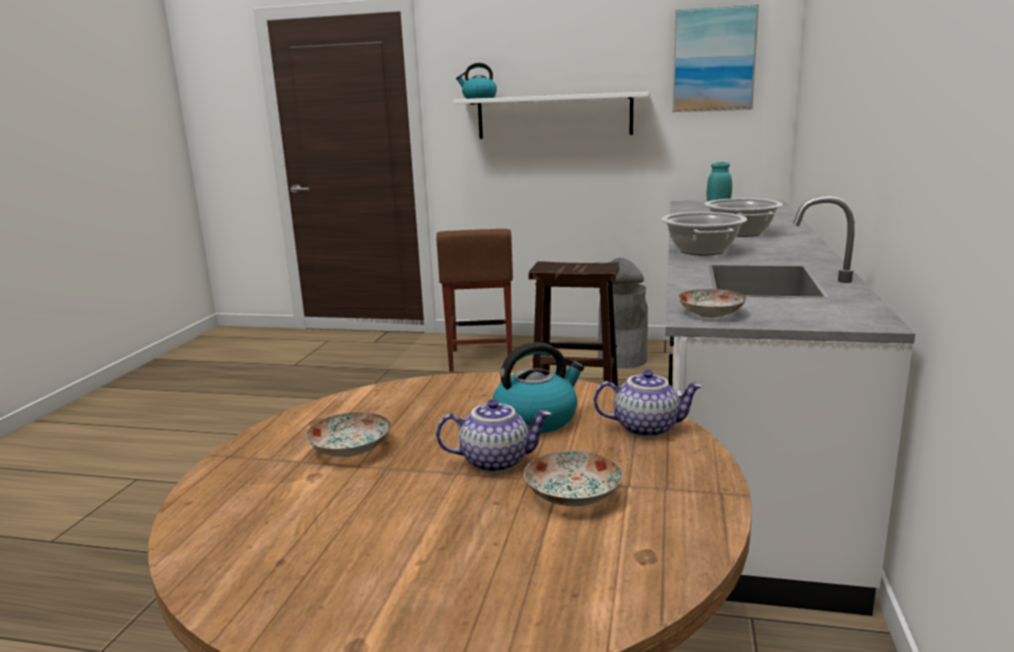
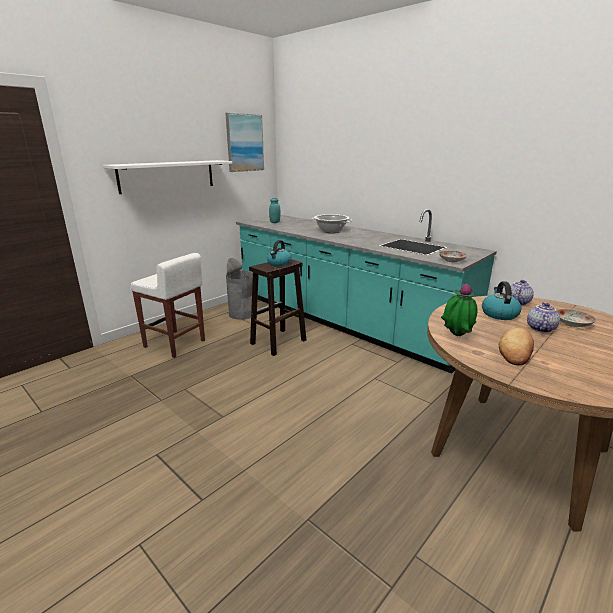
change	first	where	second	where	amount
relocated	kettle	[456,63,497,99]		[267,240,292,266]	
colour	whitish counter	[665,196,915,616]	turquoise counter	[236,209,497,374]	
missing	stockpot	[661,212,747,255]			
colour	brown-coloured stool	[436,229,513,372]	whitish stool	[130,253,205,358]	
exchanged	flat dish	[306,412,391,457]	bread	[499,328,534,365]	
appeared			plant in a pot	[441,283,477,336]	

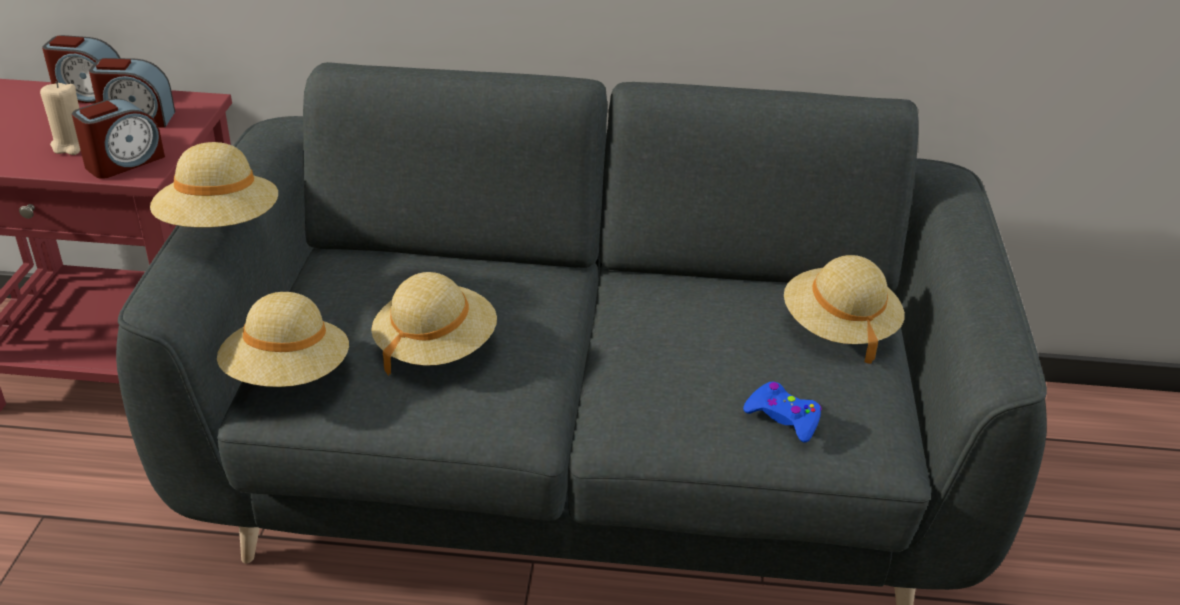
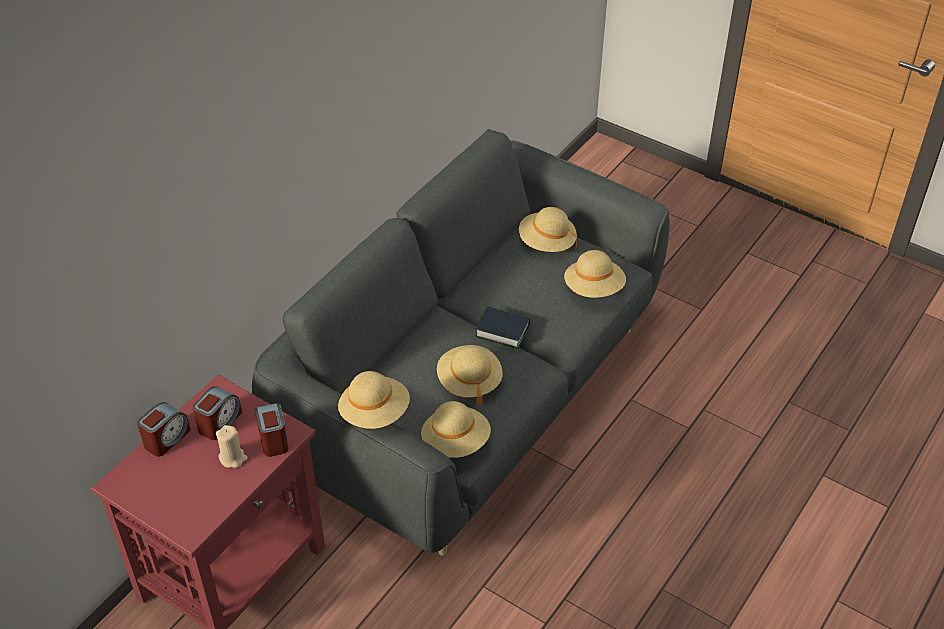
change	first	where	second	where	amount
exchanged	blue joypad	[743,382,822,443]	beige-coloured clothing hat	[564,250,626,298]	
appeared			book	[475,306,530,349]	

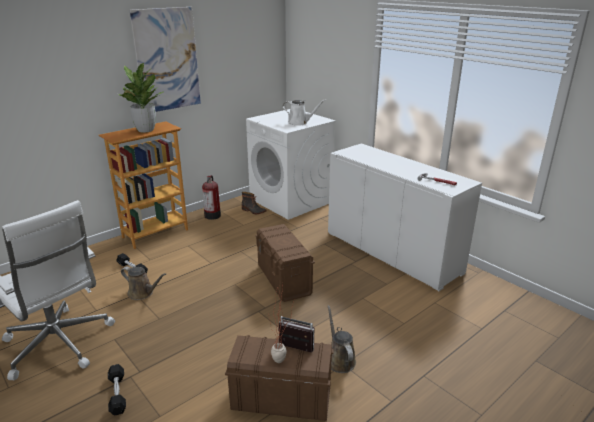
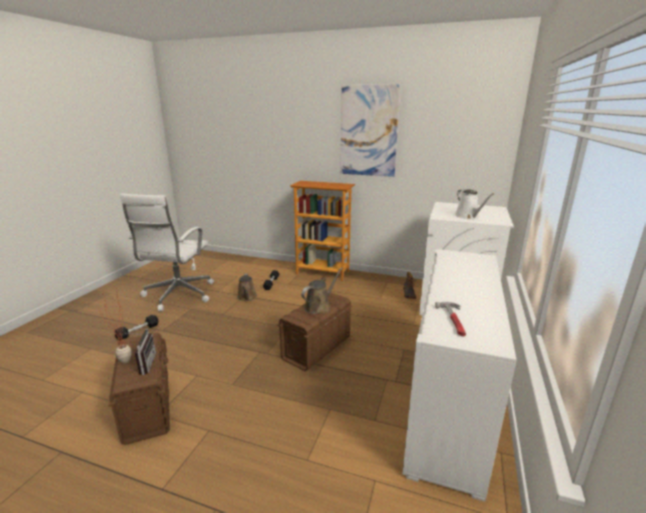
change	first	where	second	where	amount
missing	plant in a pot	[118,63,163,133]			
missing	fire extinguisher	[202,175,221,220]			
relocated	brown-coloured watering can	[328,305,356,373]		[301,267,343,314]	

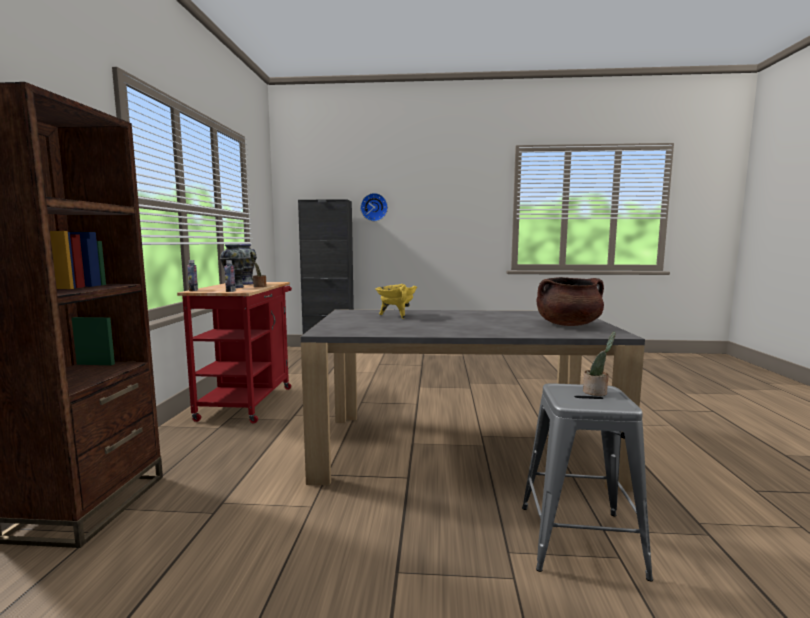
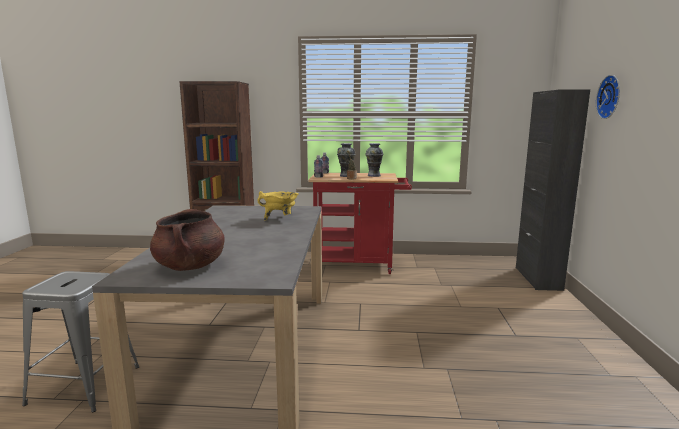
change	first	where	second	where	amount
missing	plant in a pot	[583,331,616,396]			

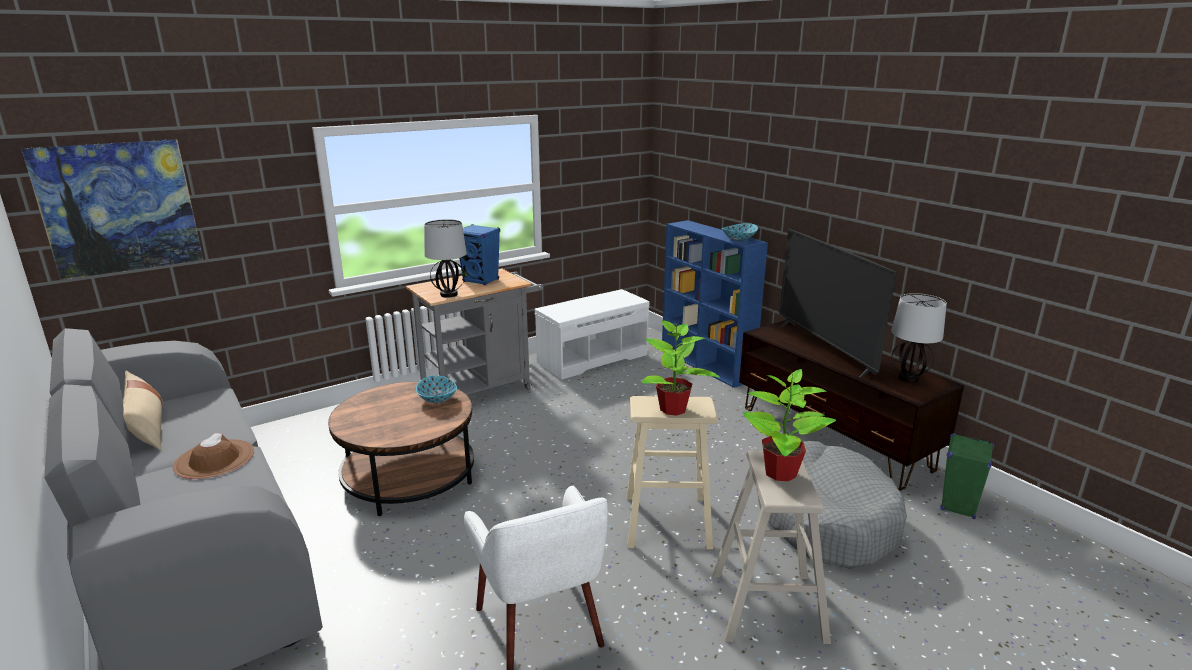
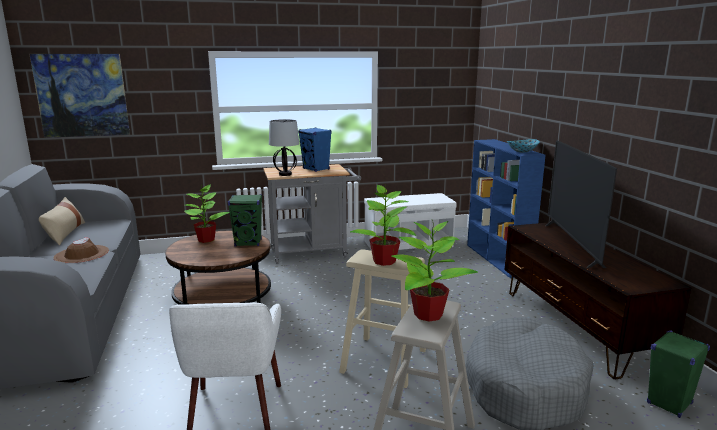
change	first	where	second	where	amount
missing	lamp for a table	[891,293,947,383]			
exchanged	deep dish	[416,375,457,403]	green speaker	[228,194,262,246]	
appeared			plant in a pot	[184,184,230,243]	

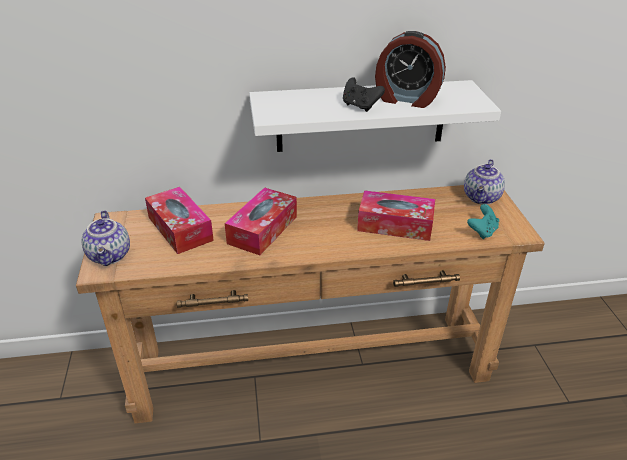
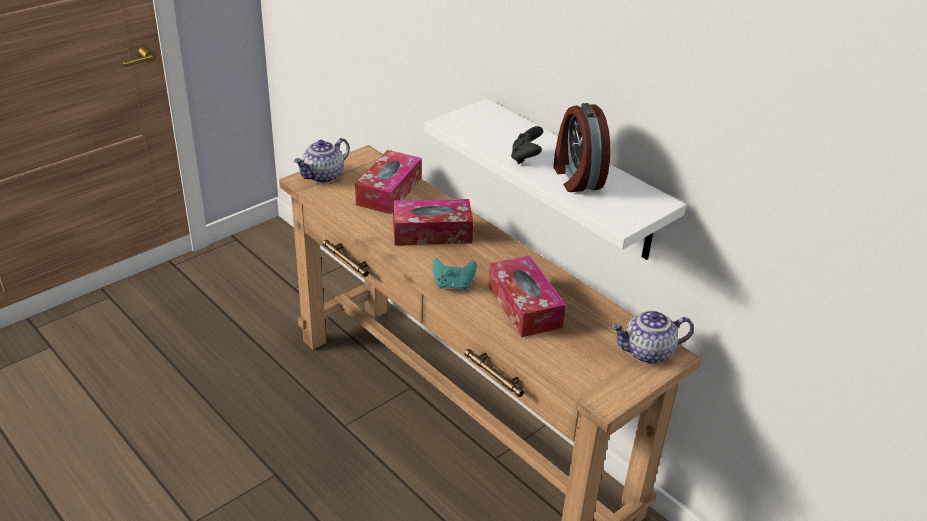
change	first	where	second	where	amount
relocated	turquoise joypad	[467,204,499,239]		[432,258,477,290]	

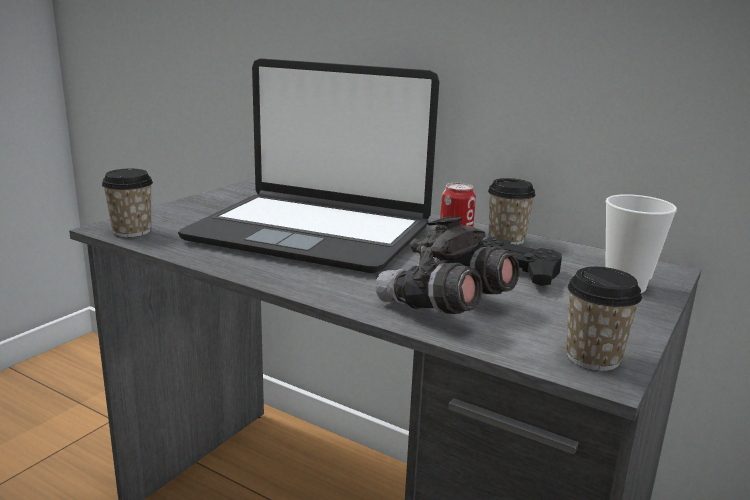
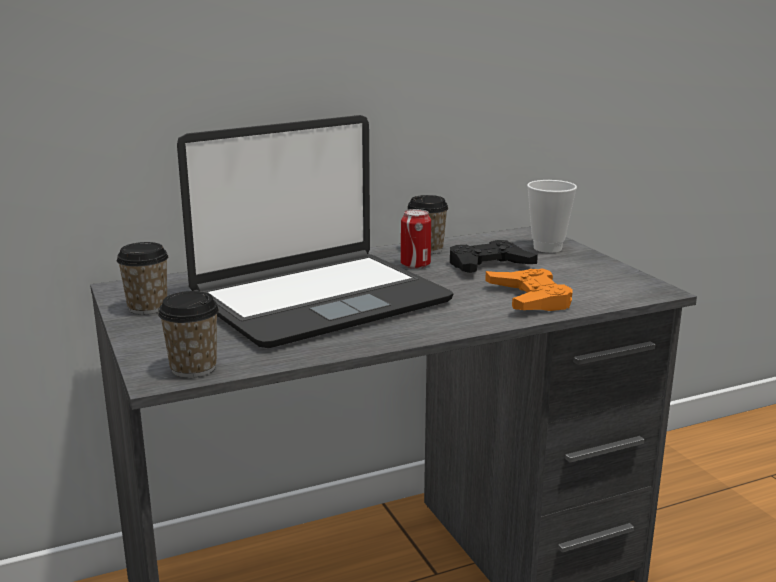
change	first	where	second	where	amount
exchanged	grey binoculars	[376,217,520,314]	orange joypad	[485,268,573,311]	
relocated	drinking cup	[566,267,642,371]		[117,242,168,315]	

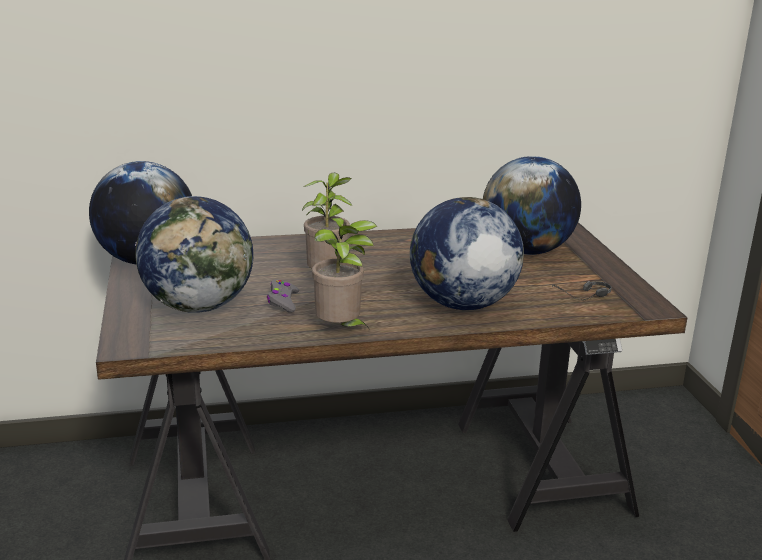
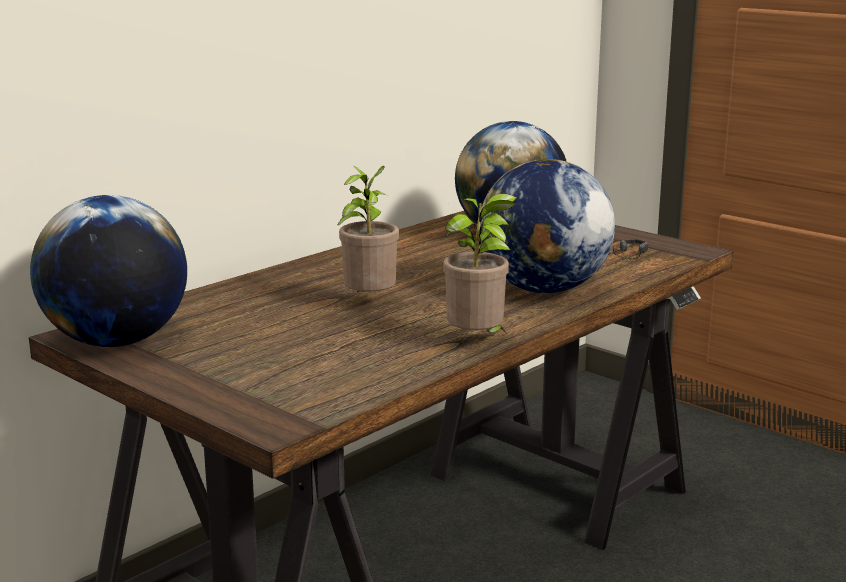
change	first	where	second	where	amount
missing	globe	[135,196,254,313]			
missing	grey joypad	[267,279,299,313]			

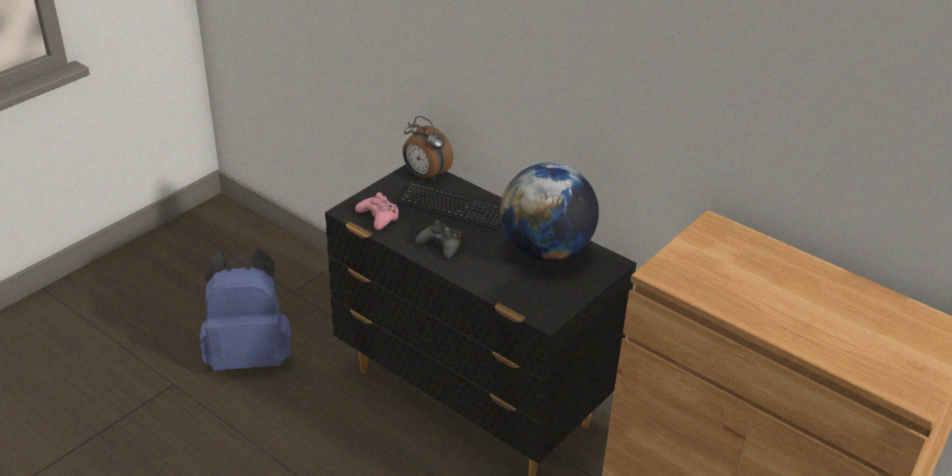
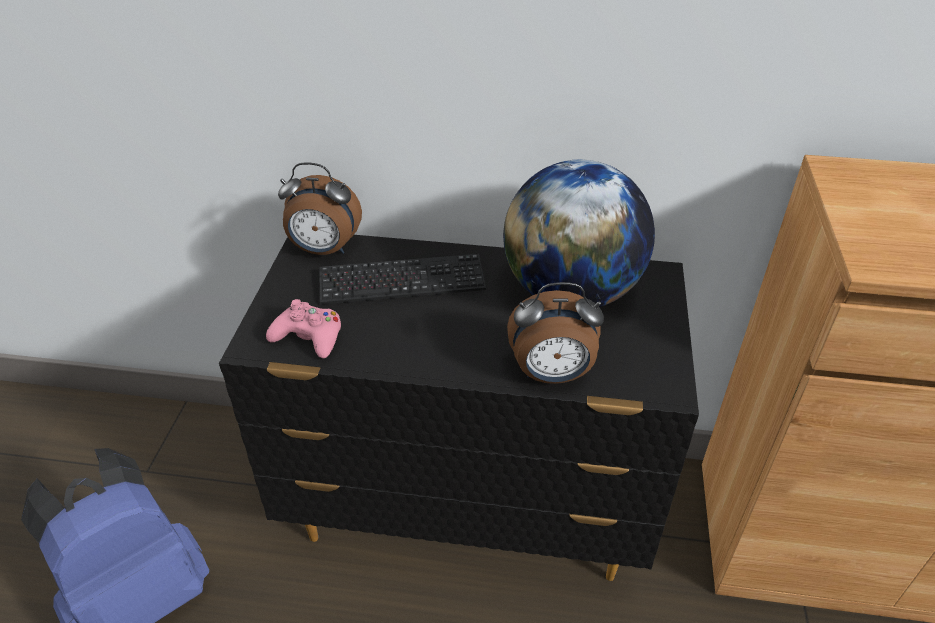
change	first	where	second	where	amount
missing	black joypad	[416,220,463,258]			
appeared			table clock	[507,282,604,384]	

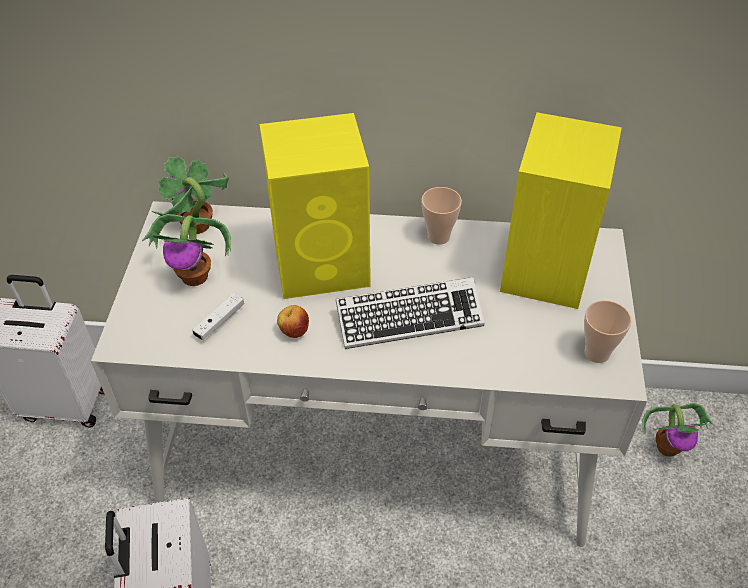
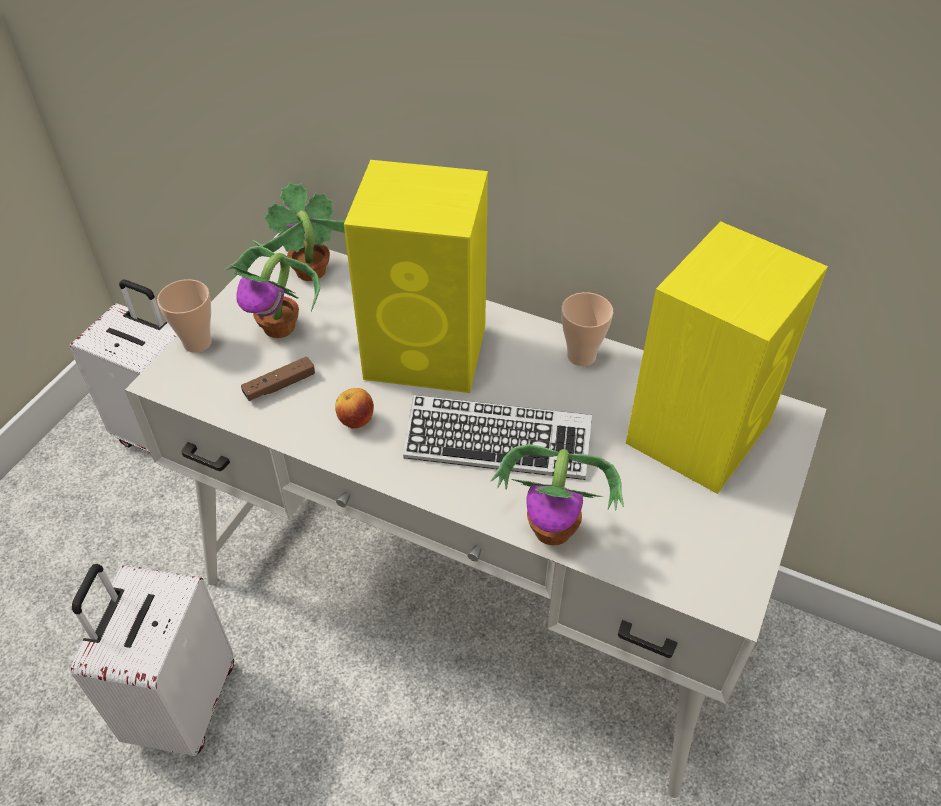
change	first	where	second	where	amount
colour	whitish joypad	[192,293,244,340]	brown-coloured joypad	[241,356,315,401]	
relocated	drinking cup	[584,300,632,363]		[157,279,212,353]	
relocated	plant in a pot	[642,403,714,457]		[491,444,624,545]	

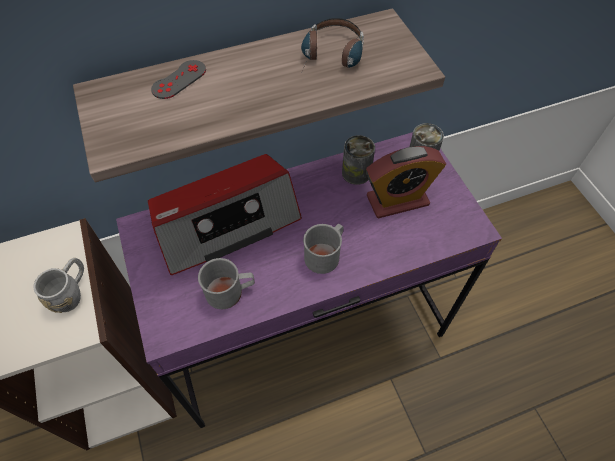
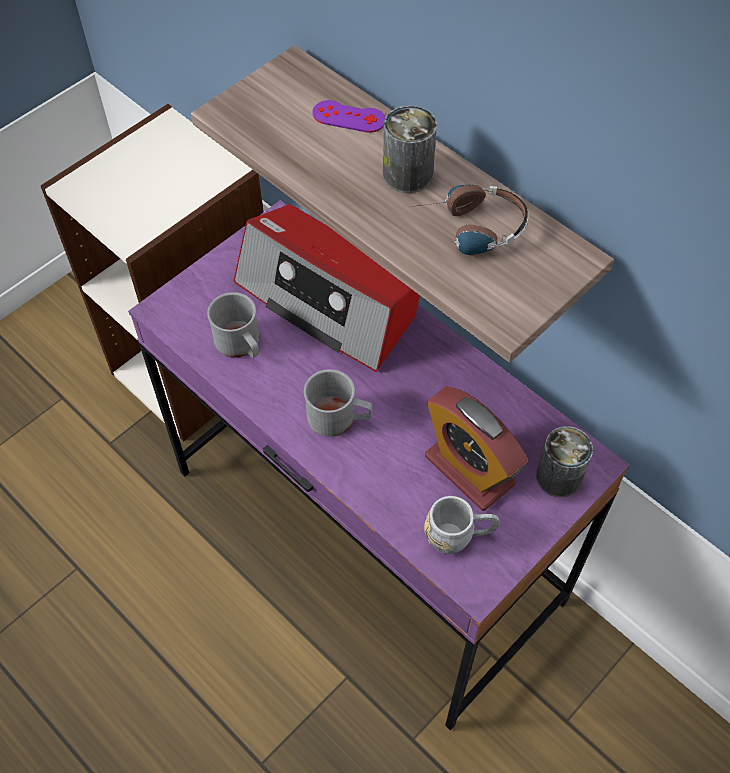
change	first	where	second	where	amount
colour	grey joypad	[151,60,206,99]	purple-coloured joypad	[312,100,386,133]	
relocated	can	[342,135,375,185]		[383,106,437,193]	
relocated	grey tea mug	[33,258,84,313]		[424,496,500,554]	

